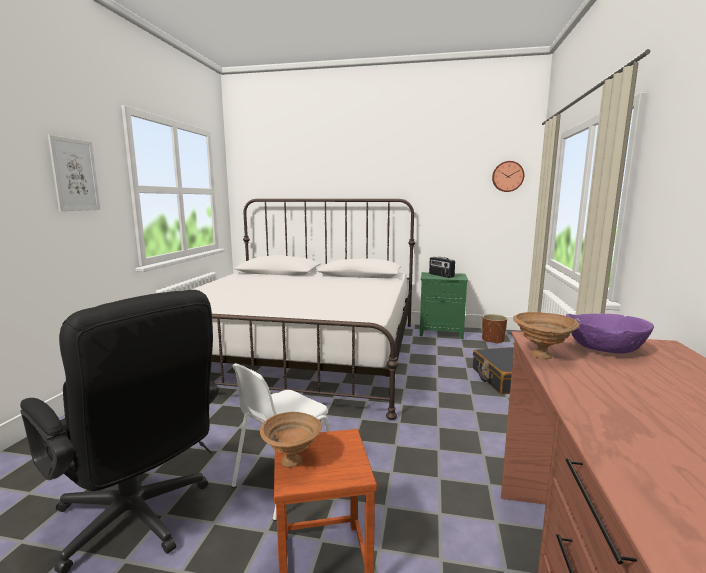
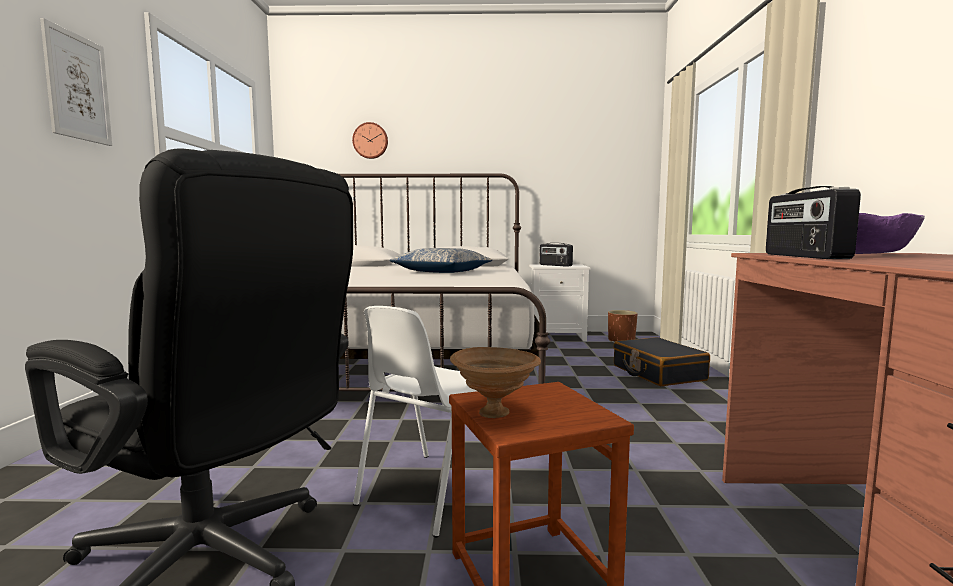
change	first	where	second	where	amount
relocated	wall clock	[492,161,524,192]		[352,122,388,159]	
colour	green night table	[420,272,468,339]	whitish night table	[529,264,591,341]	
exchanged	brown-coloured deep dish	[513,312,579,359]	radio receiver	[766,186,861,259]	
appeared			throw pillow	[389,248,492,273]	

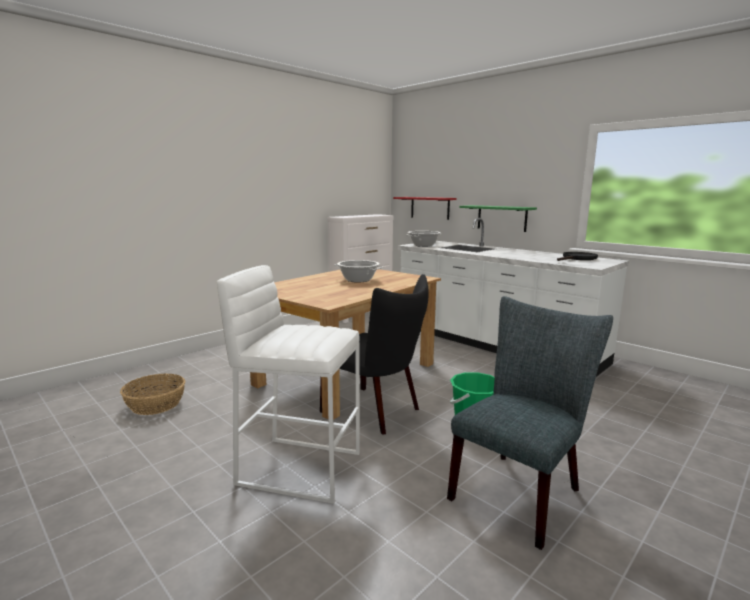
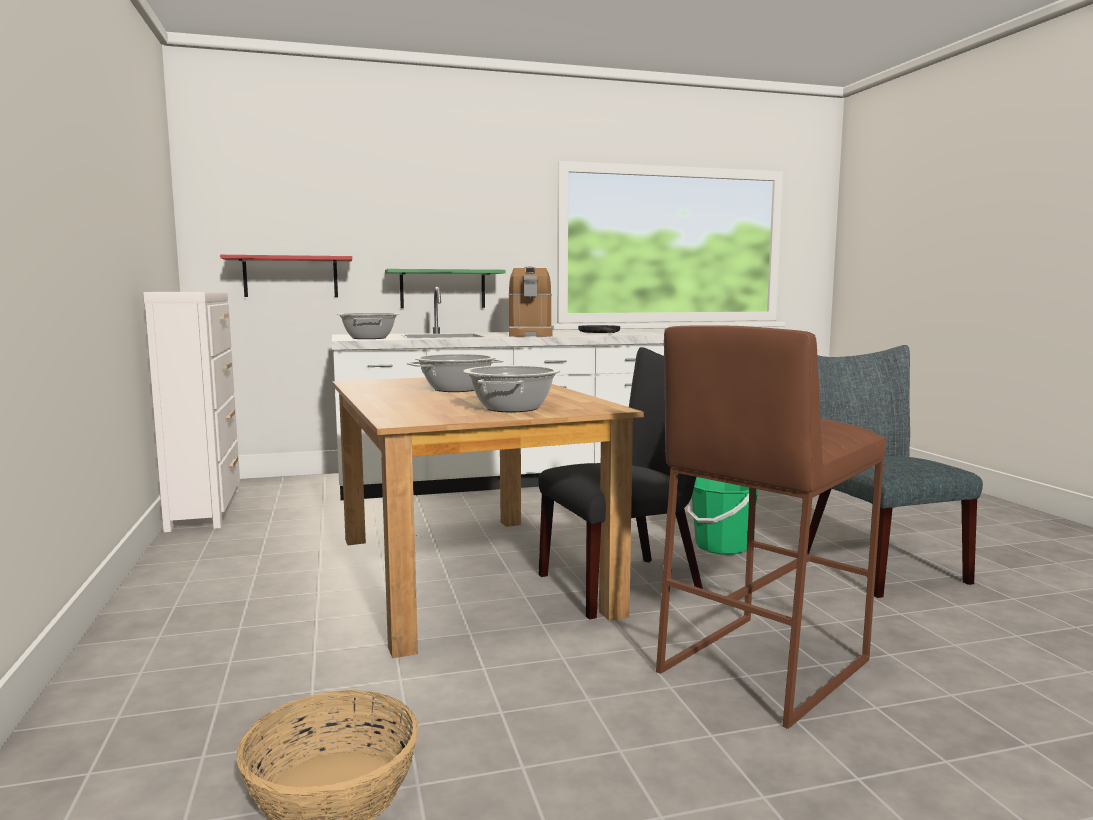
change	first	where	second	where	amount
colour	whitish stool	[217,265,360,504]	brown-coloured stool	[656,325,886,729]	
appeared			coffee brewer	[509,266,553,337]	
appeared			stockpot	[463,365,560,412]	

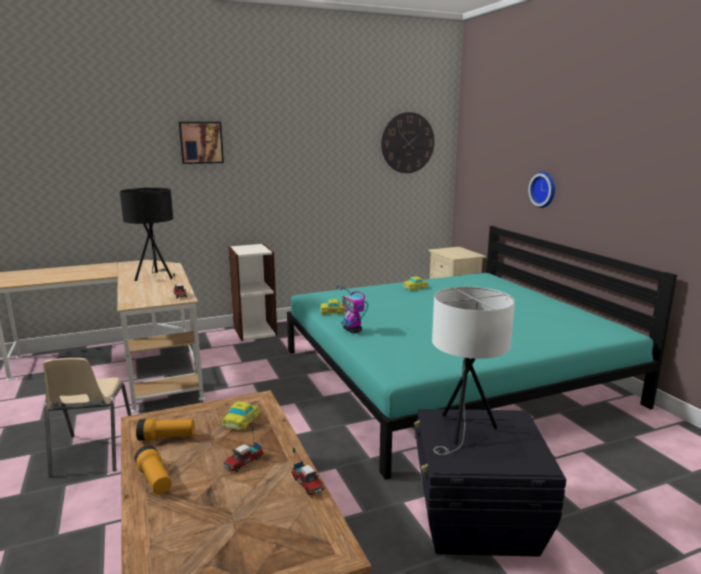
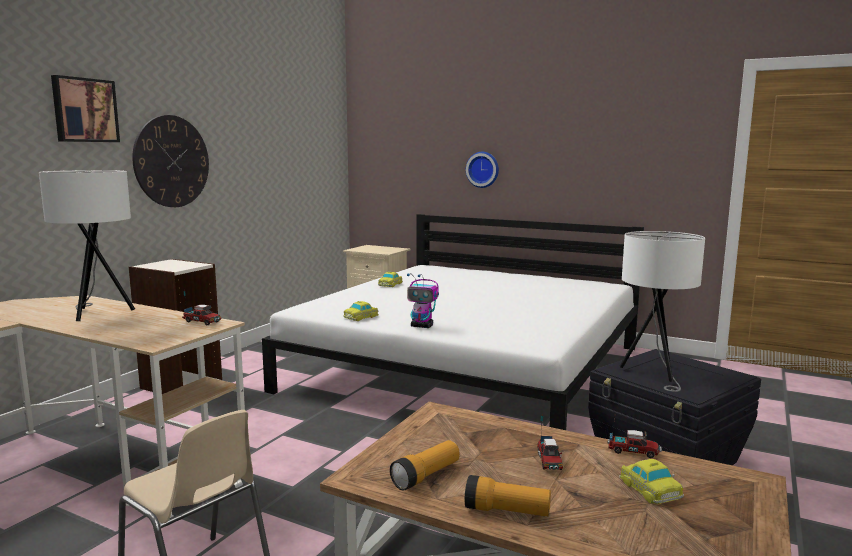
change	first	where	second	where	amount
relocated	wall clock	[381,112,435,173]		[132,115,209,207]	
colour	black lamp for a table	[120,188,173,281]	whitish lamp for a table	[39,170,135,321]	
colour	turquoise bedroom bed	[287,226,677,480]	whitish bedroom bed	[262,214,644,430]	
relocated	model car	[222,402,260,430]		[619,459,684,504]	

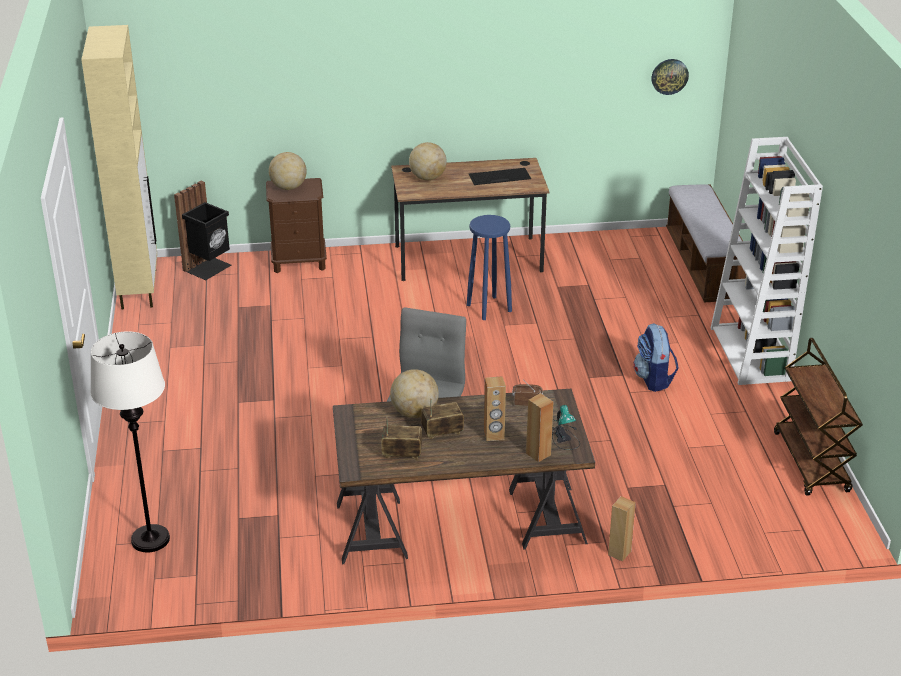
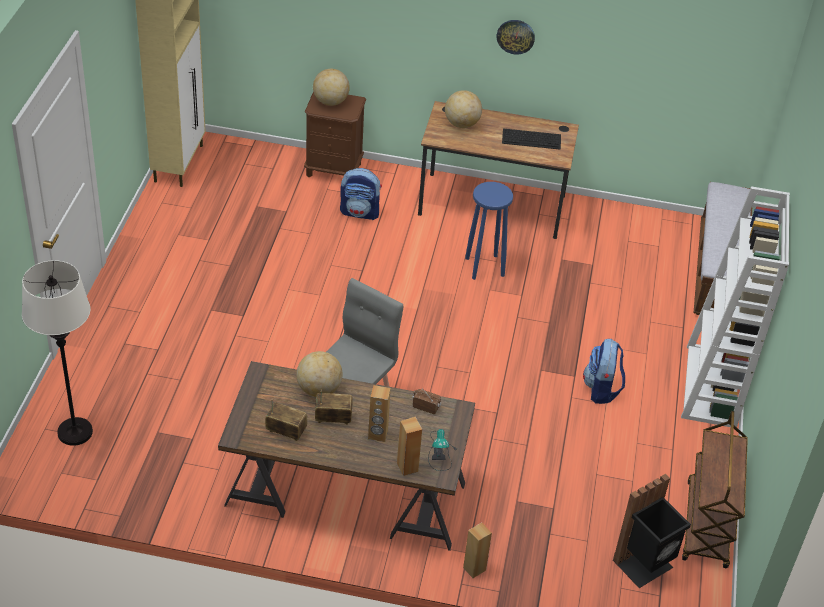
change	first	where	second	where	amount
relocated	wall clock	[652,59,689,95]		[497,20,535,54]	
relocated	black trash can	[174,181,231,280]		[613,474,691,588]	
appeared			knapsack	[340,168,382,220]	

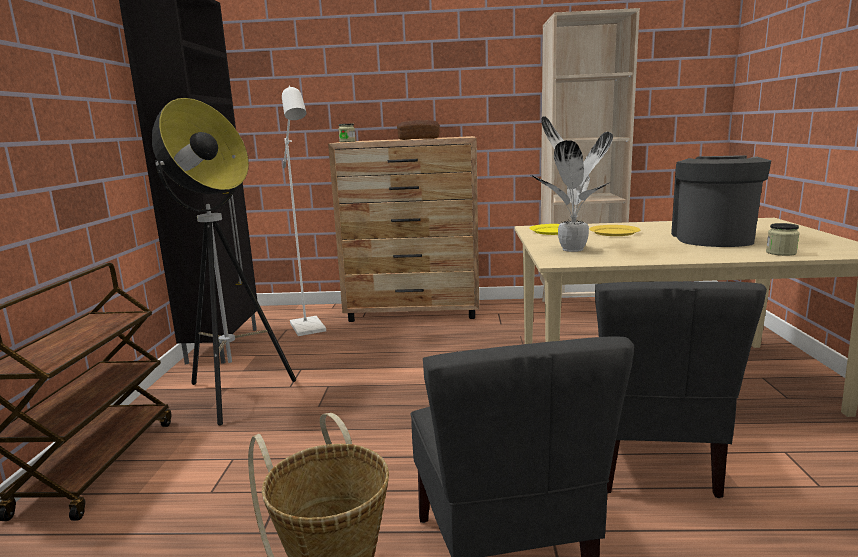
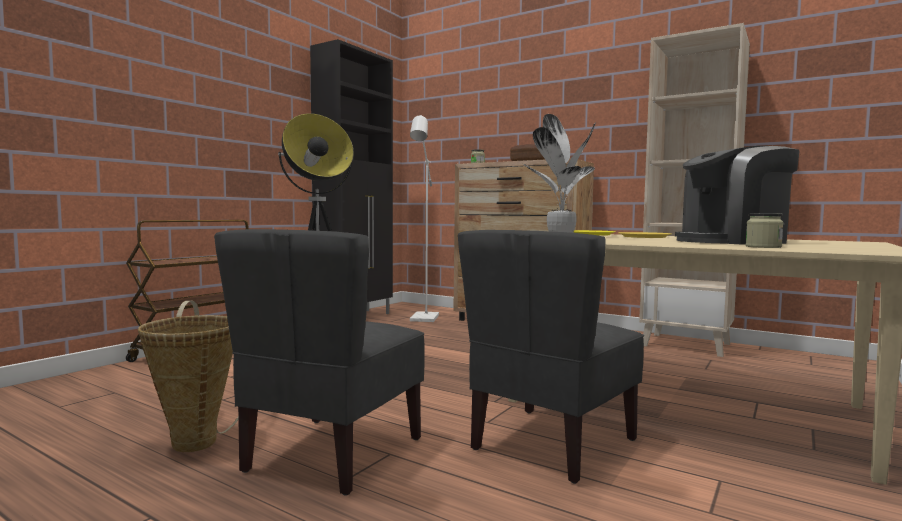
change	first	where	second	where	amount
spun	coffee brewer	[671,155,771,247]		[675,146,800,244]	150 degrees counterclockwise

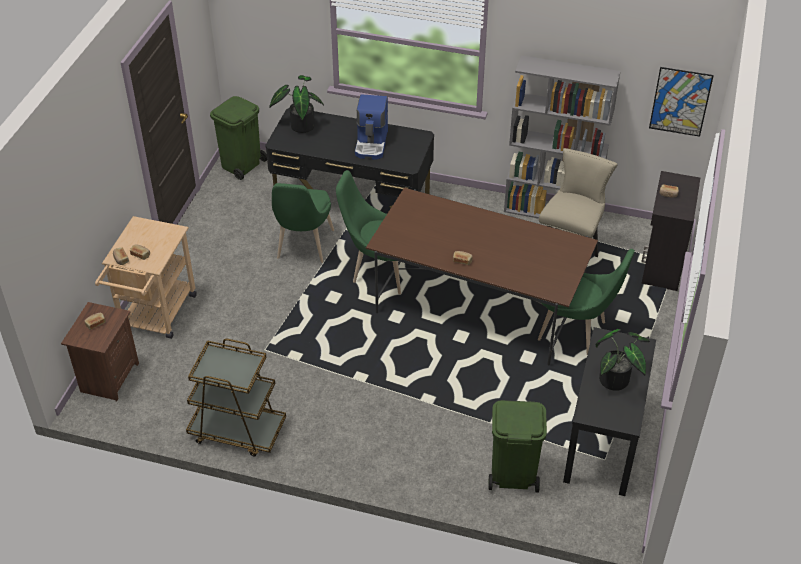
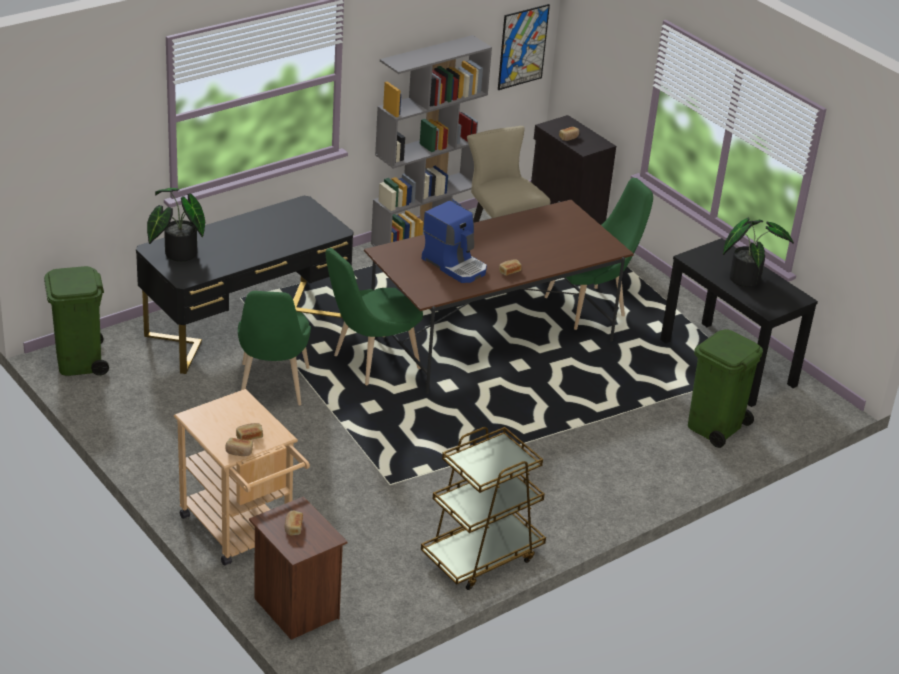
change	first	where	second	where	amount
relocated	coffee brewer	[355,94,388,160]		[422,201,487,283]	
spun	green plain chair	[272,183,334,263]		[238,291,311,405]	45 degrees clockwise

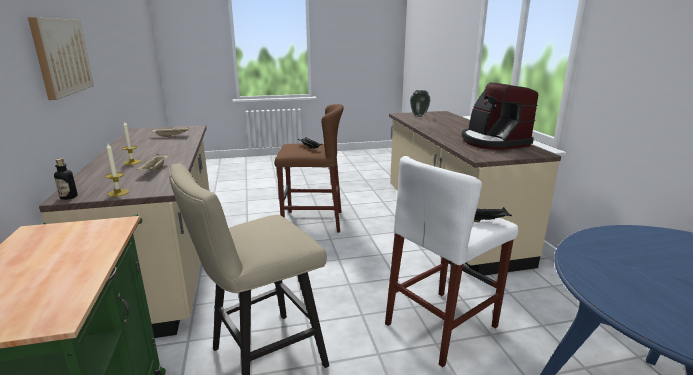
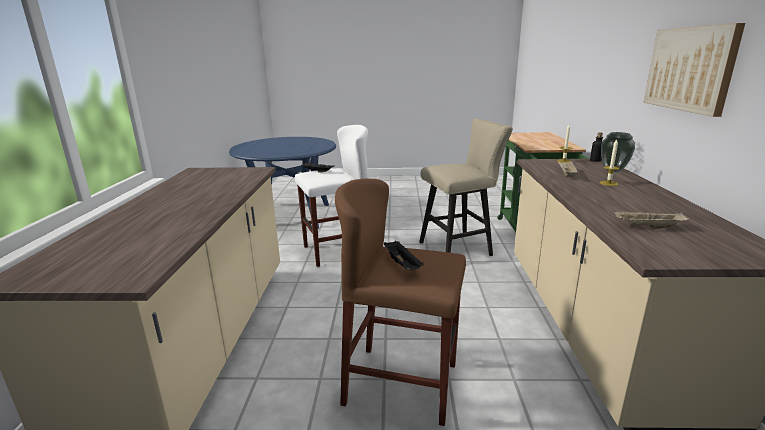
change	first	where	second	where	amount
missing	coffee brewer	[461,83,538,150]			
relocated	flower vase	[410,90,431,117]		[601,132,635,172]	

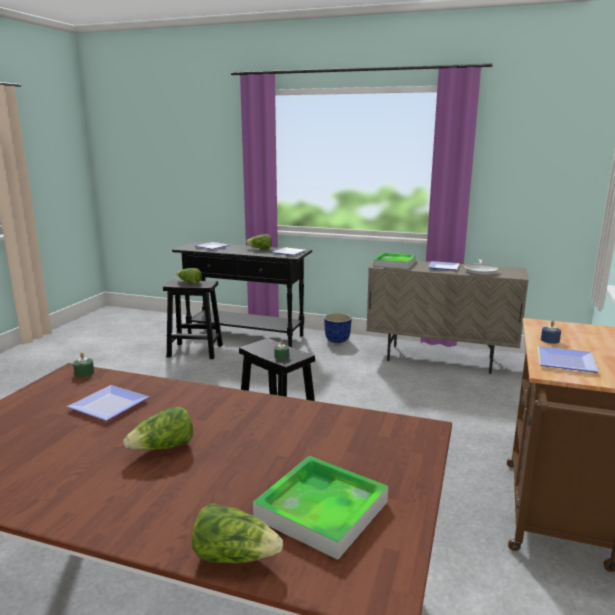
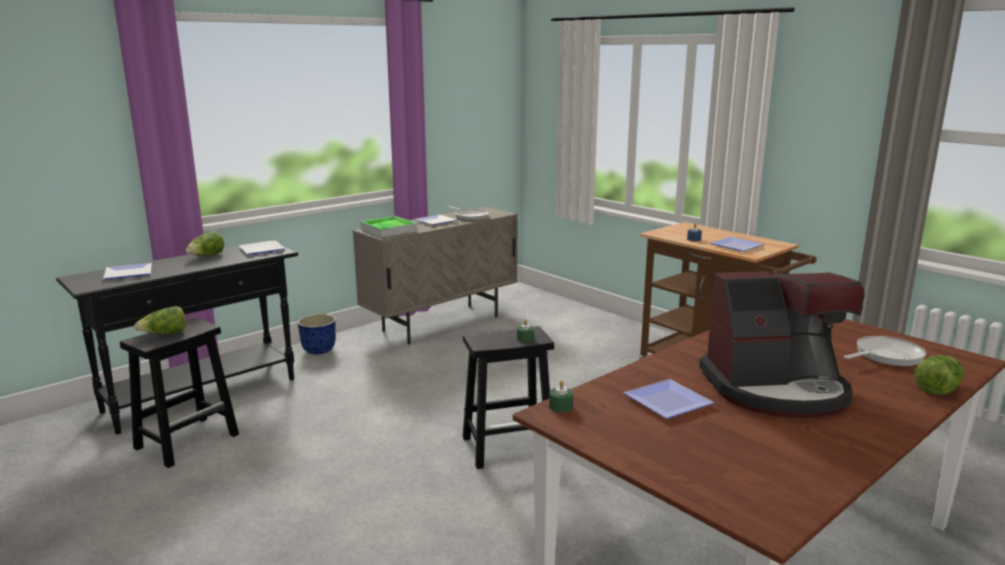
change	first	where	second	where	amount
exchanged	lettuce	[123,407,193,450]	coffee brewer	[699,271,864,418]	
exchanged	serving tray	[253,456,388,560]	frying pan	[844,336,926,366]	

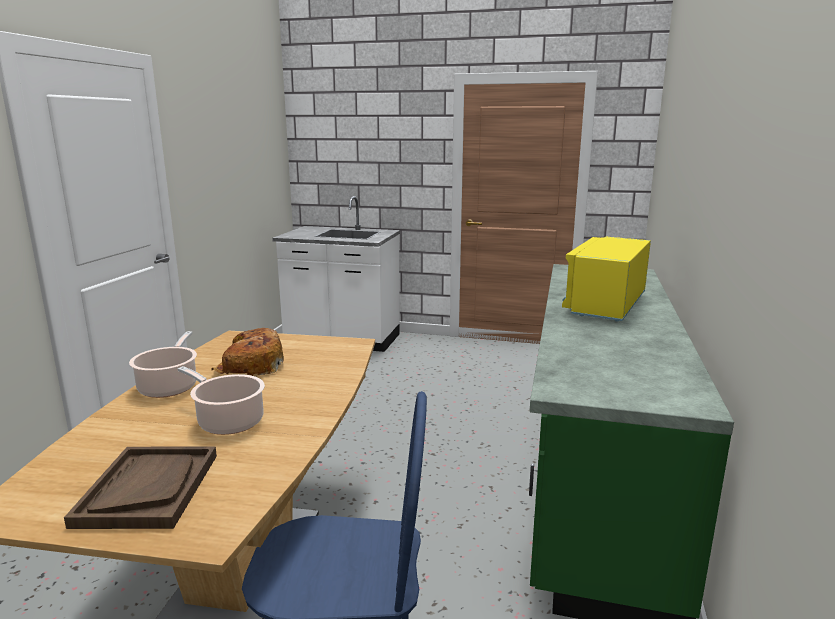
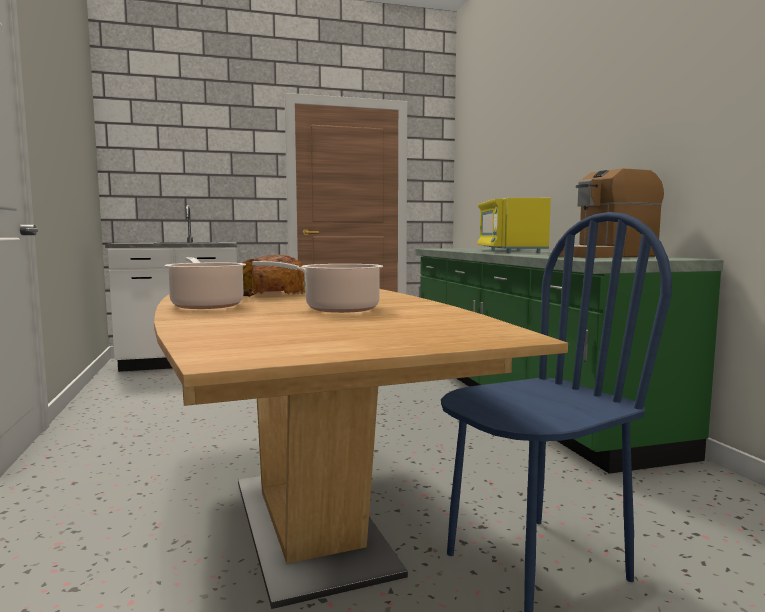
change	first	where	second	where	amount
missing	brown-coloured serving tray	[64,446,217,529]			
appeared			coffee brewer	[559,168,664,258]	

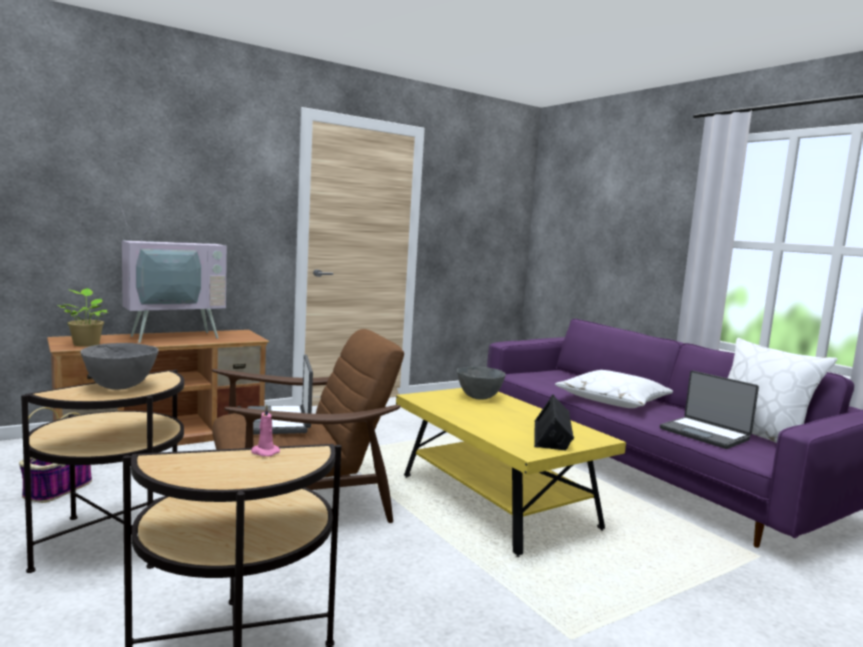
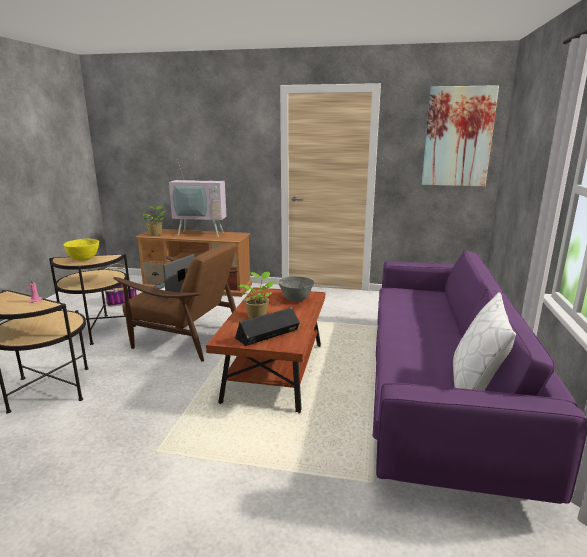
change	first	where	second	where	amount
colour	grey deep dish	[80,343,159,390]	yellow deep dish	[63,239,99,261]	
missing	whitish throw pillow	[555,370,673,408]			
missing	notebook computer	[660,371,759,449]			
colour	yellow lounge table	[396,388,626,557]	brown-coloured lounge table	[206,287,325,413]	
appeared			wall art	[422,85,499,186]	
appeared			plant in a pot	[240,271,275,319]	

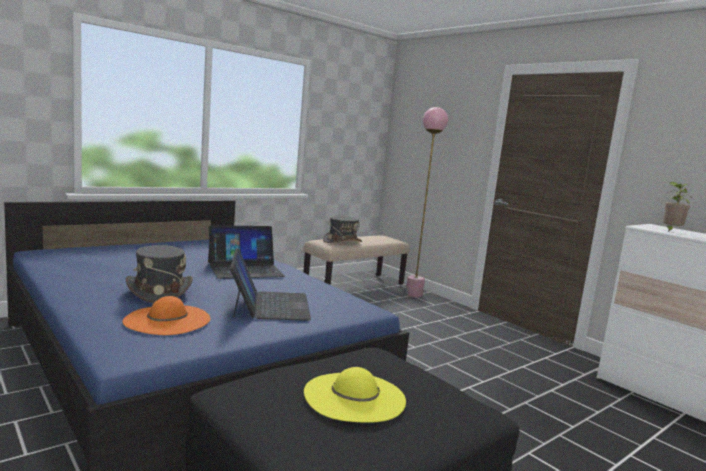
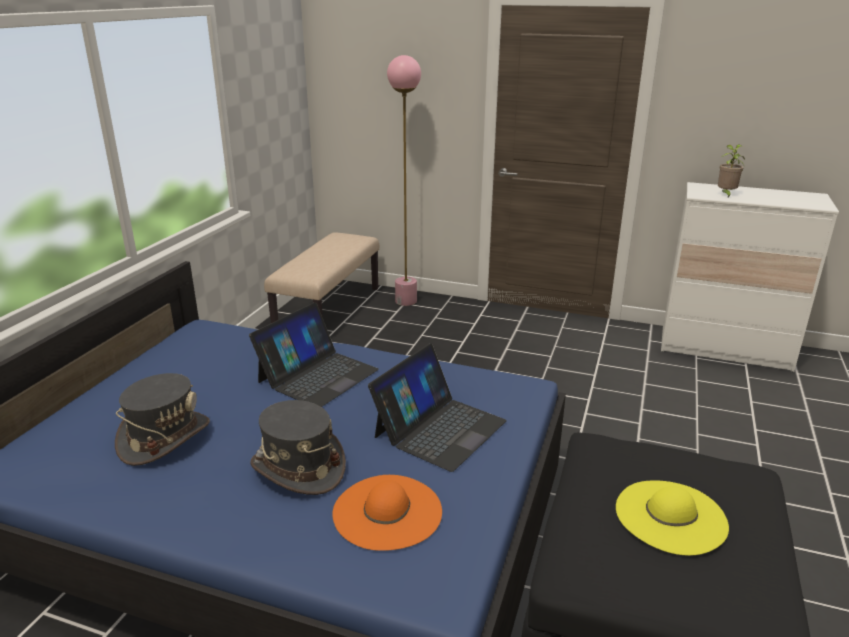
change	first	where	second	where	amount
relocated	grey clothing hat	[323,216,362,243]		[115,373,210,466]	
spun	notebook computer	[230,248,311,321]		[368,344,507,472]	75 degrees clockwise

